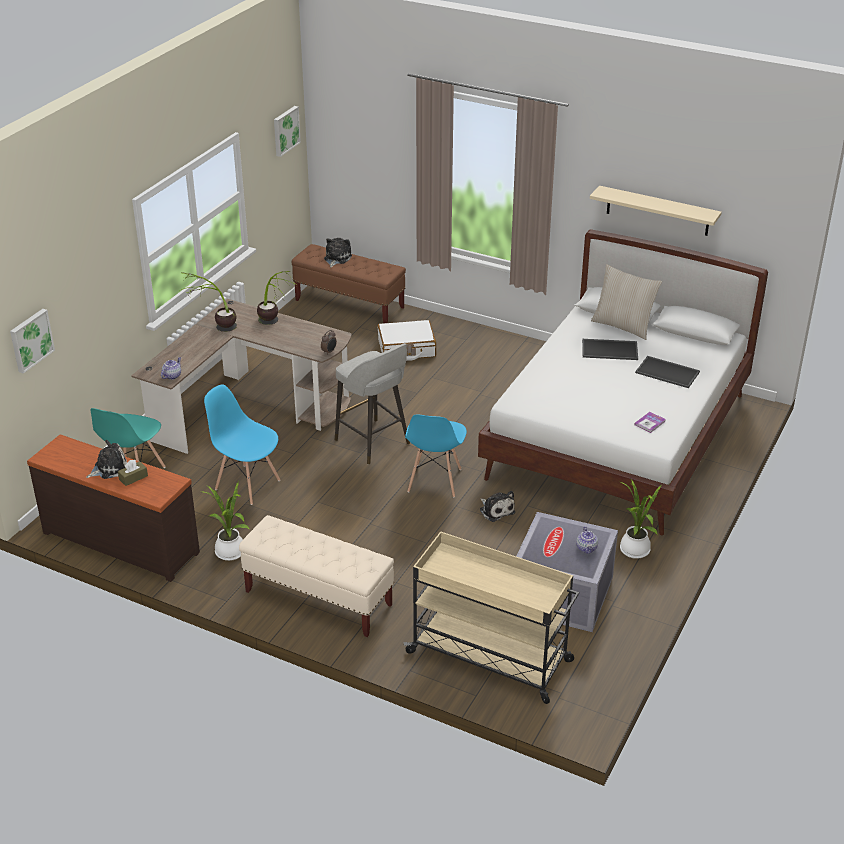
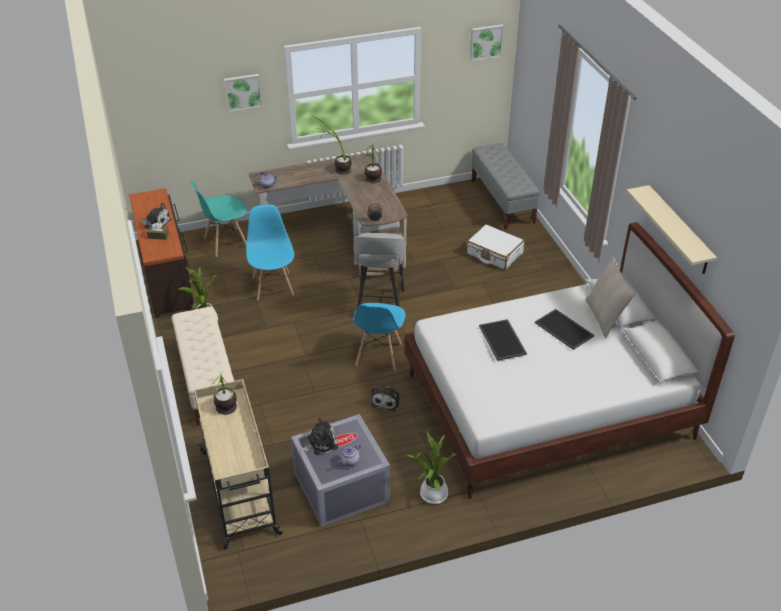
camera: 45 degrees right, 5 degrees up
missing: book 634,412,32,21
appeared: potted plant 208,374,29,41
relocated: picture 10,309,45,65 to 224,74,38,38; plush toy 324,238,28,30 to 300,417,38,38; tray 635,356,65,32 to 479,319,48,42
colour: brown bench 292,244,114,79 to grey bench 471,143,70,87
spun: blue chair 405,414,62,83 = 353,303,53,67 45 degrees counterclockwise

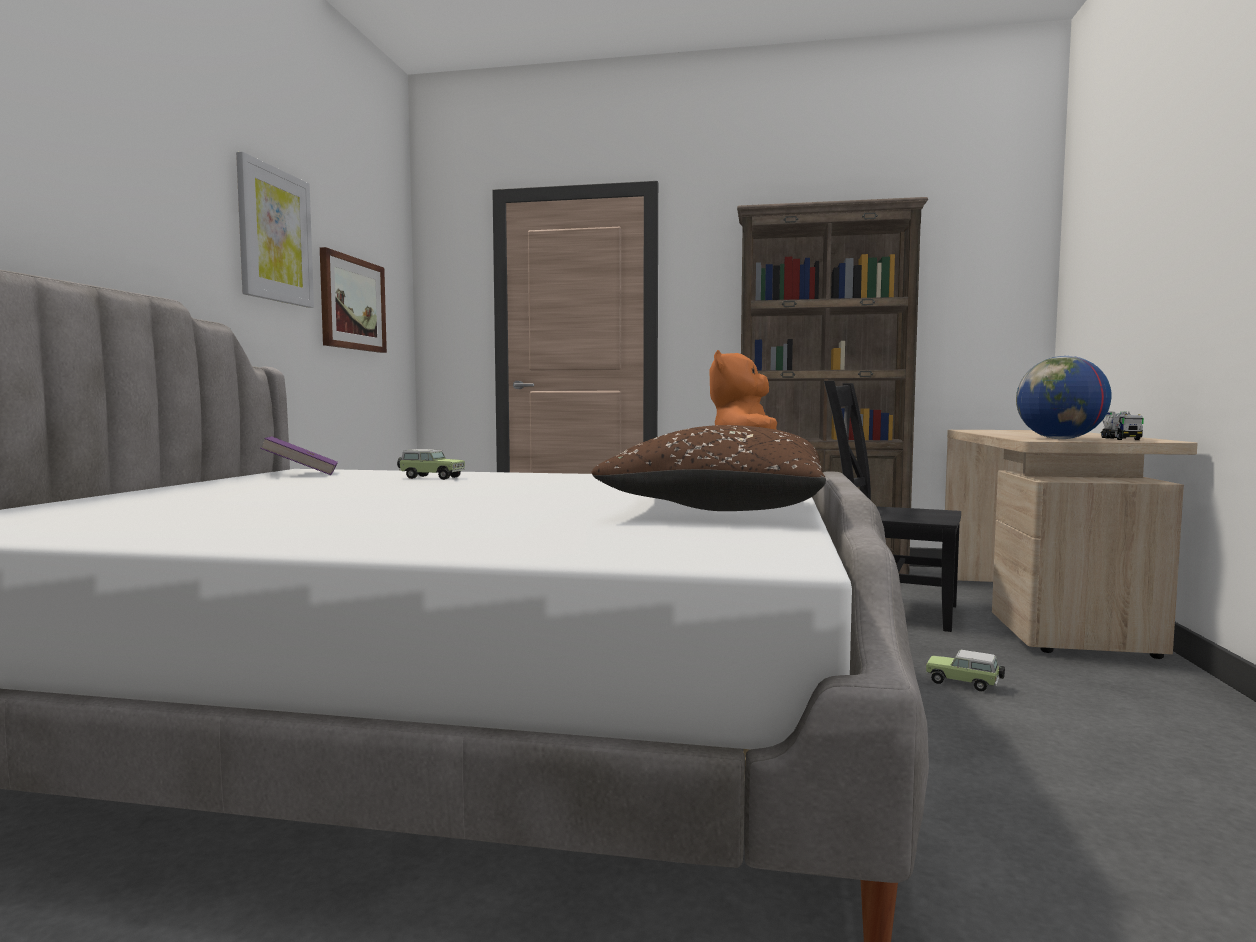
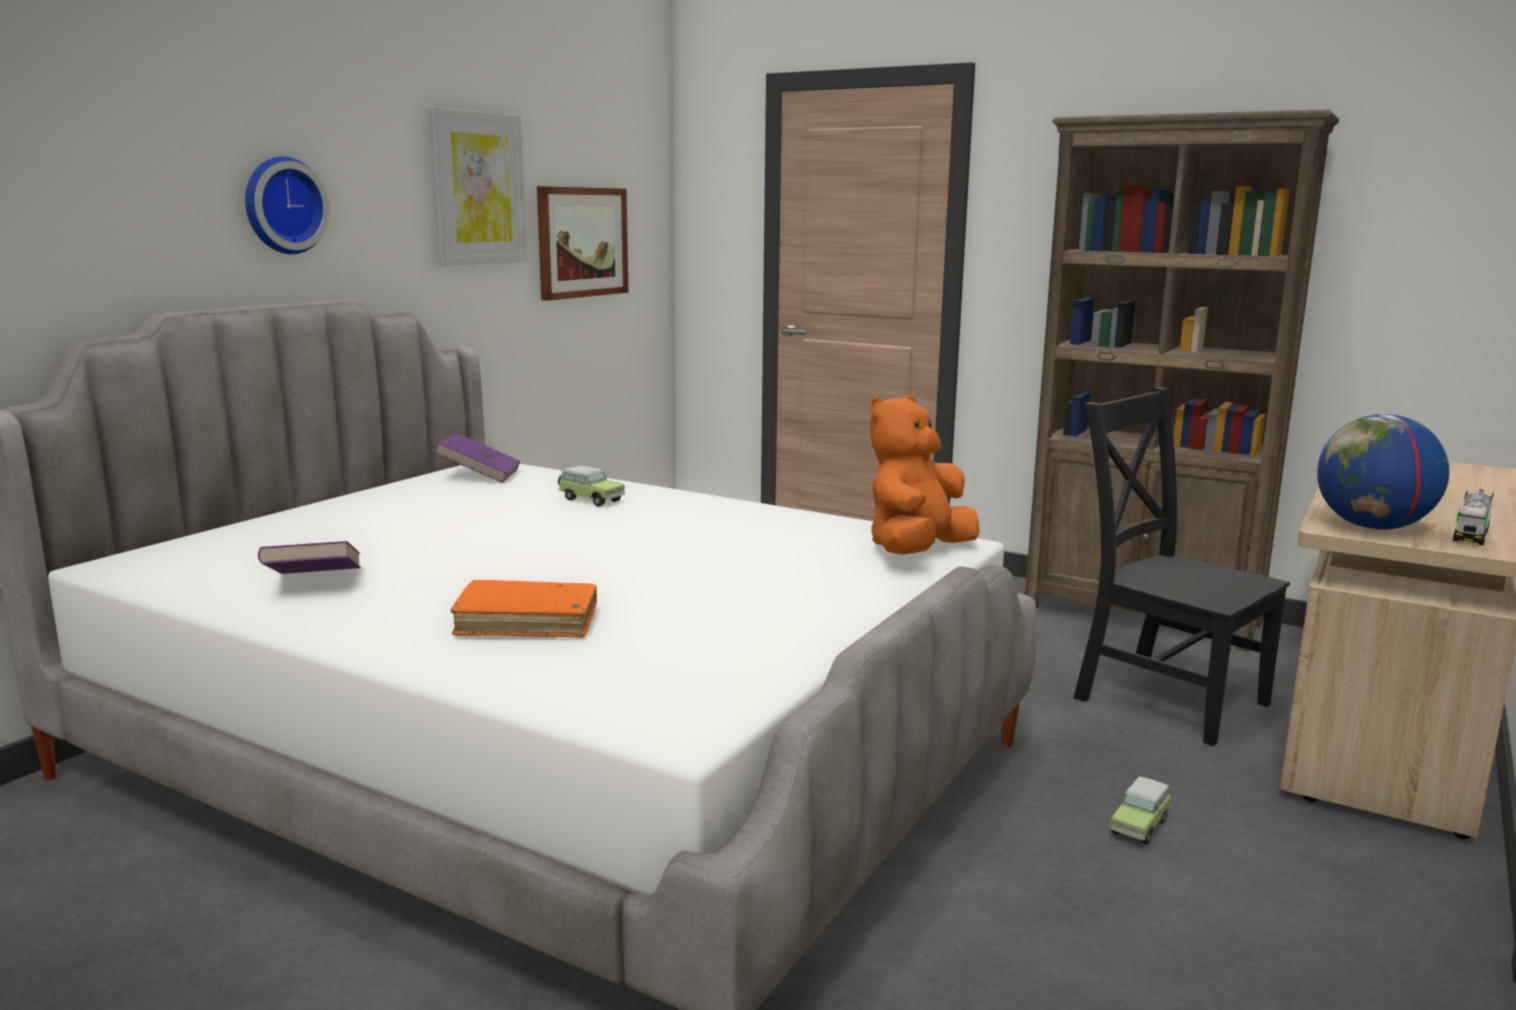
camera: 20 degrees right, 10 degrees up
missing: brown pillow 591,425,235,86
appeared: wall clock 245,156,85,98; purple book 258,541,103,33; orange book 451,580,146,58
spun: toy car 926,650,79,41 = 1110,776,61,69 105 degrees counterclockwise

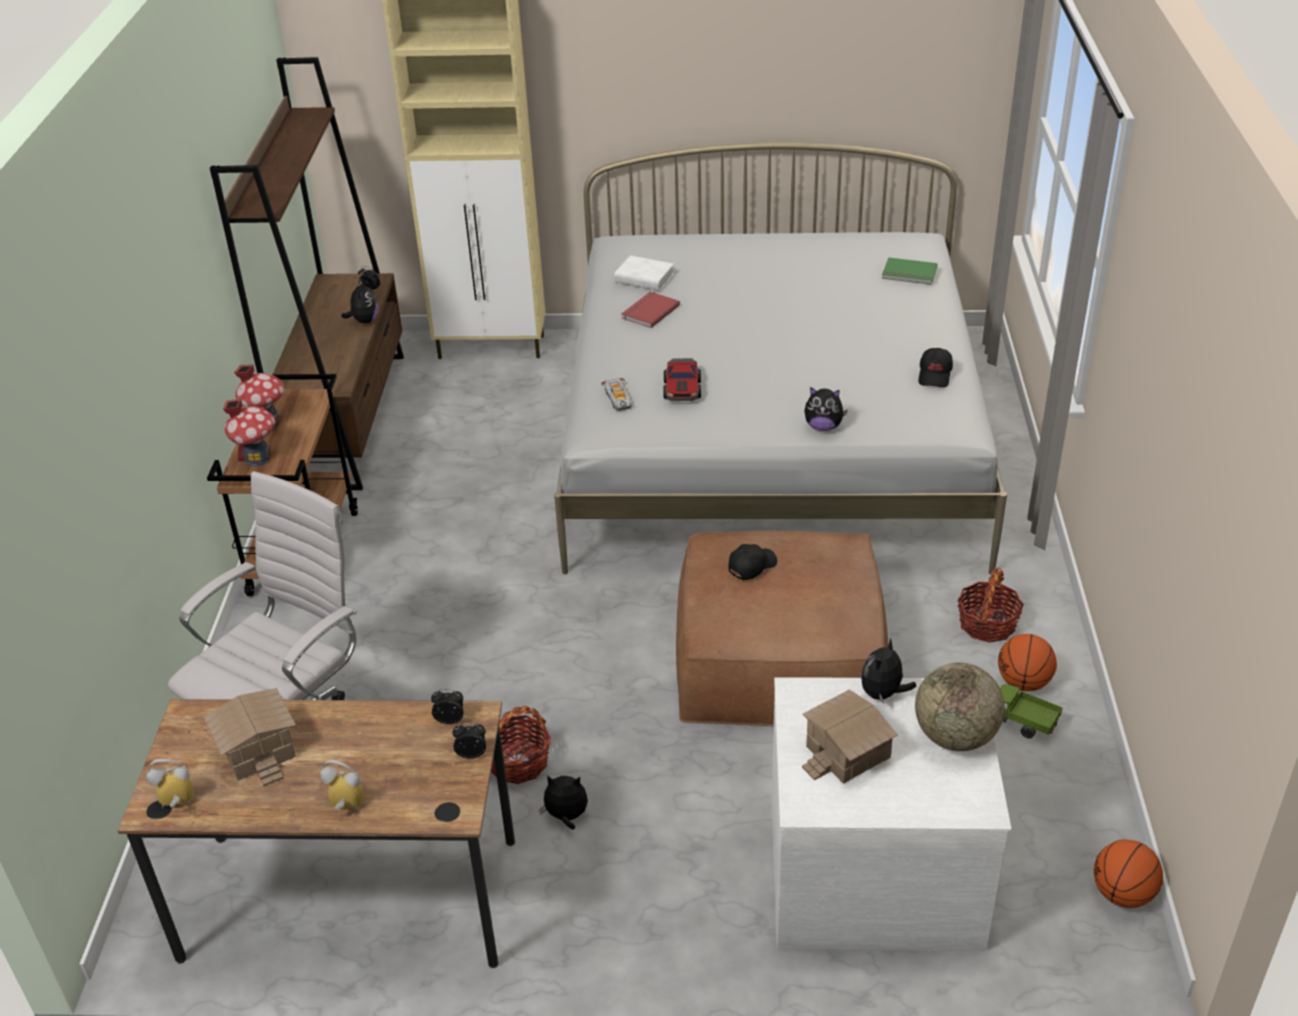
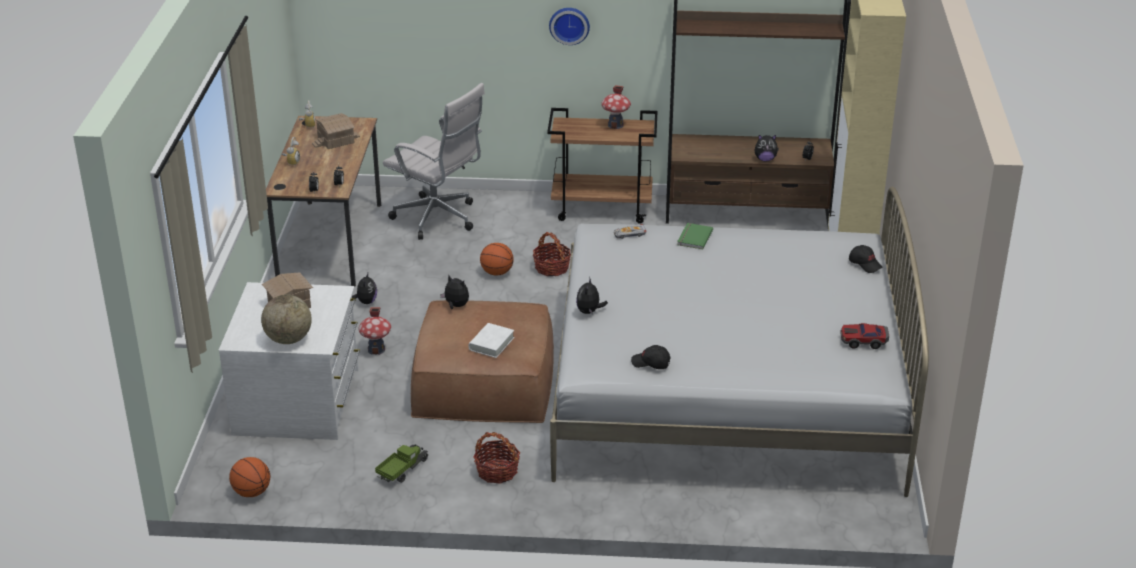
camera: 90 degrees right, 5 degrees down
missing: red book 621,292,59,36
appeared: wall clock 549,8,41,37
relocated: toy house 223,398,52,69 to 358,307,33,48; basket 491,706,60,78 to 533,232,38,44; white book 614,255,60,36 to 468,323,46,35; toy car 663,358,38,43 to 840,323,49,26; black cap 728,544,49,36 to 849,245,33,28; plush toy 861,638,55,66 to 440,276,29,33; green book 882,257,56,28 to 677,223,36,27; basketball 998,634,59,57 to 480,243,34,33

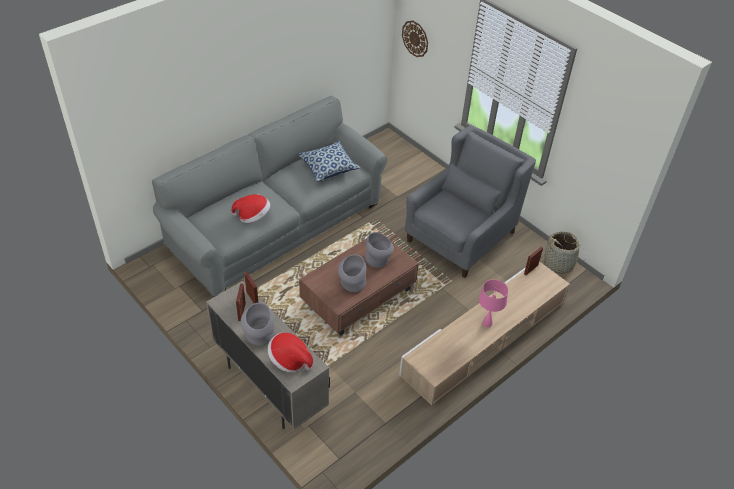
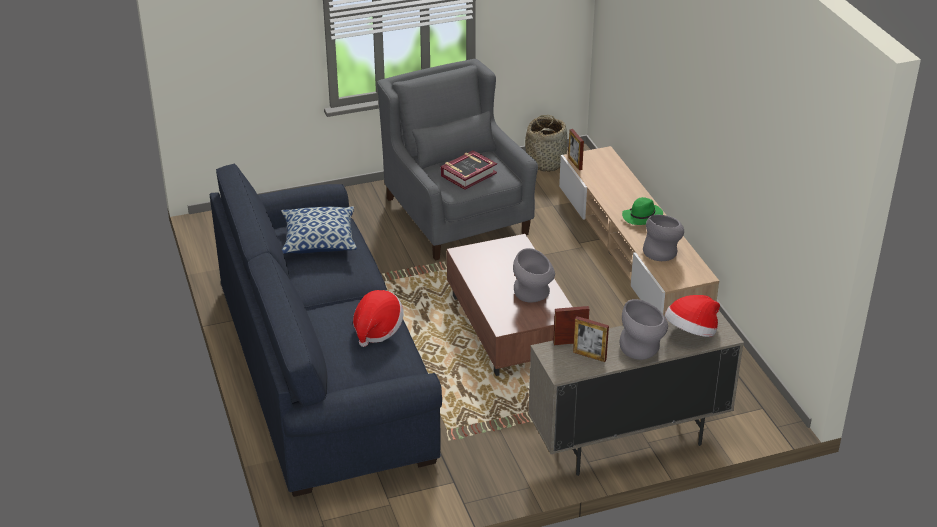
camera: 65 degrees left, 10 degrees down
missing: wall clock 402,21,26,36
appeared: book 441,150,56,40
relocated: grey vase 365,232,29,36 to 643,215,41,46
exchanged: pink table lamp 479,279,29,48 to green hat 622,197,41,28
colour: grey sofa 152,96,235,201 to blue sofa 210,163,232,334

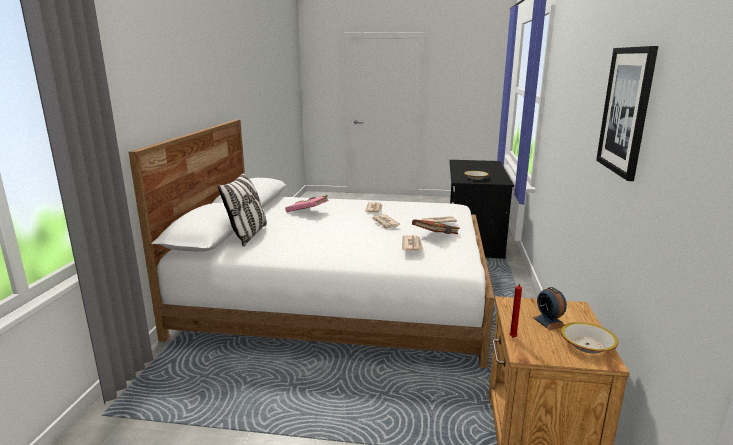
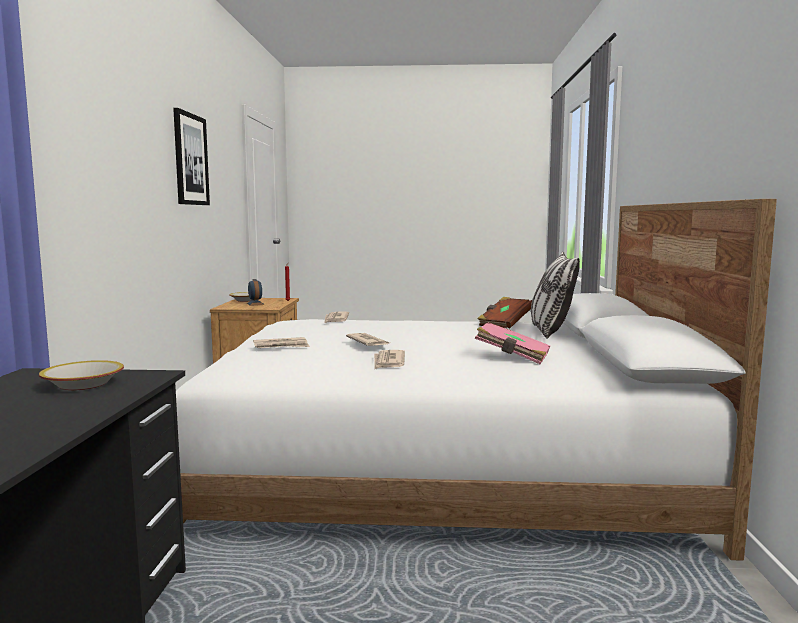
camera: 175 degrees right, 10 degrees down
relocated: brown book 412,219,48,15 to 477,297,55,31

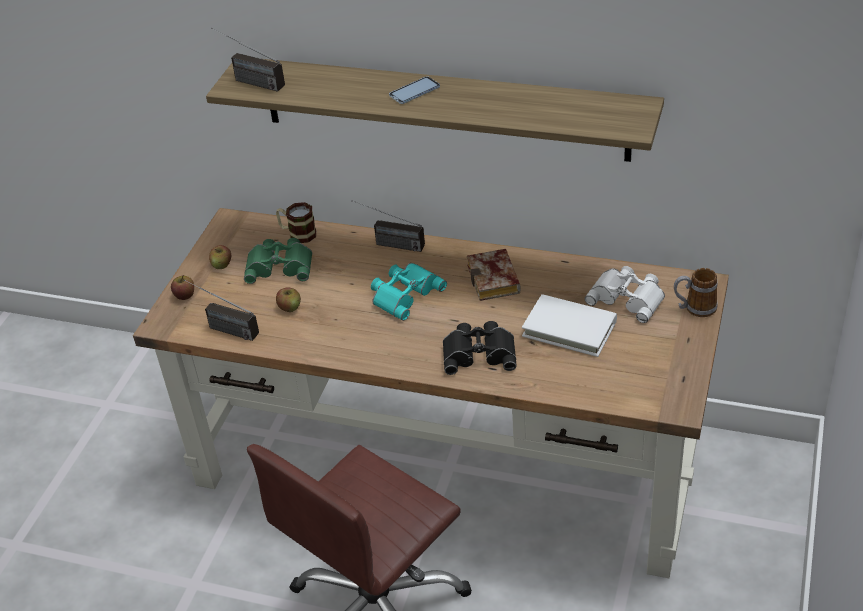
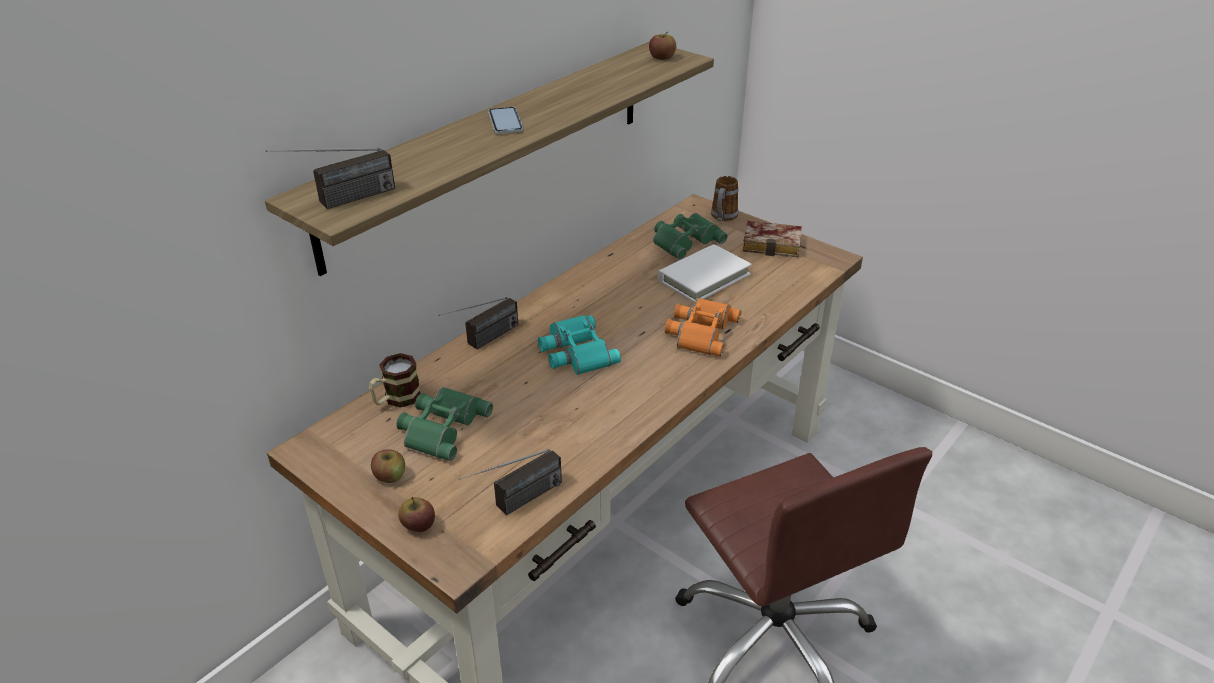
camera: 70 degrees left, 5 degrees down
relocated: apple 276,287,25,25 to 649,31,27,29; book 467,249,54,52 to 743,221,59,36
colour: black binoculars 443,321,74,54 to orange binoculars 665,298,76,59; white binoculars 585,266,80,57 to green binoculars 653,213,75,47

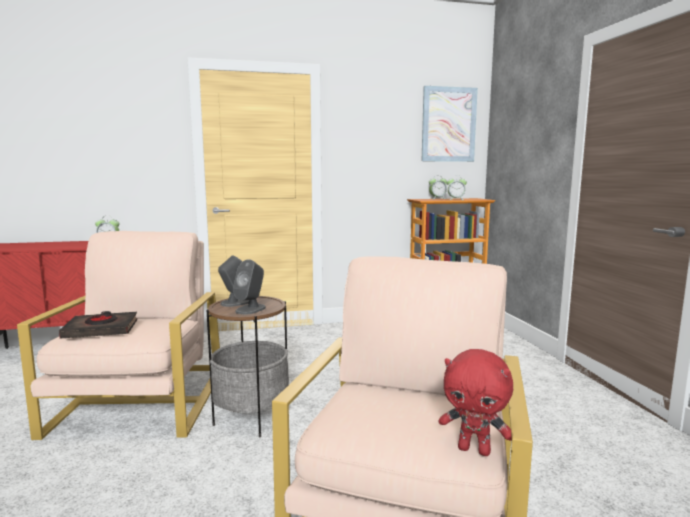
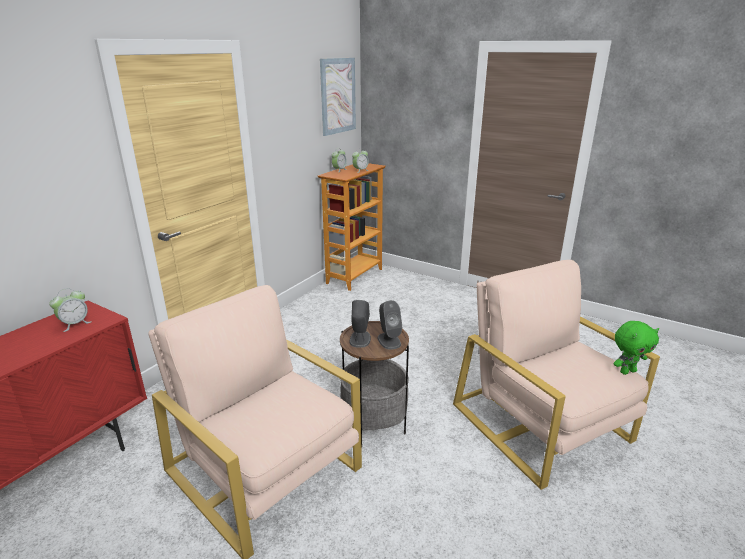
camera: 45 degrees left, 15 degrees up
missing: black book 59,311,78,28
colour: red plush toy 439,349,74,107 to green plush toy 613,321,46,54

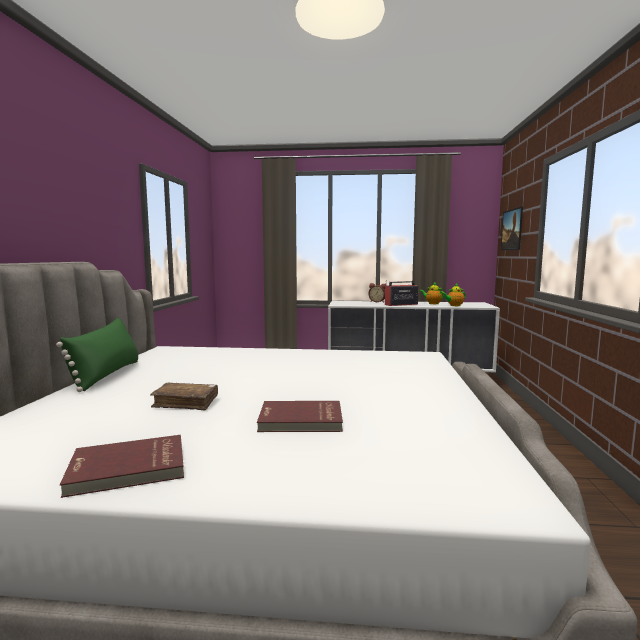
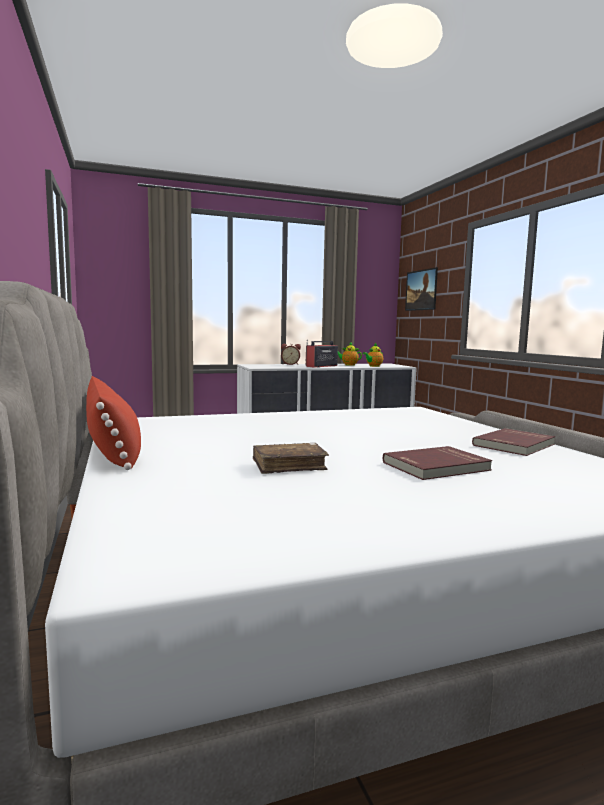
camera: 25 degrees left, 0 degrees up
relocated: red book 60,435,124,63 to 472,428,83,28
colour: green pillow 56,317,82,75 to red pillow 86,376,55,94

